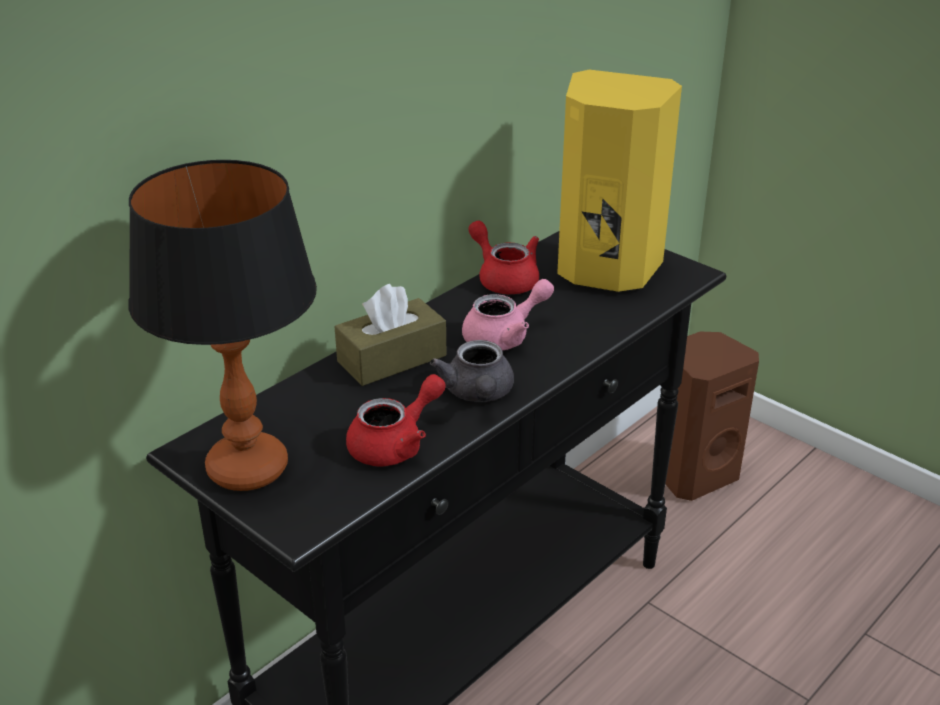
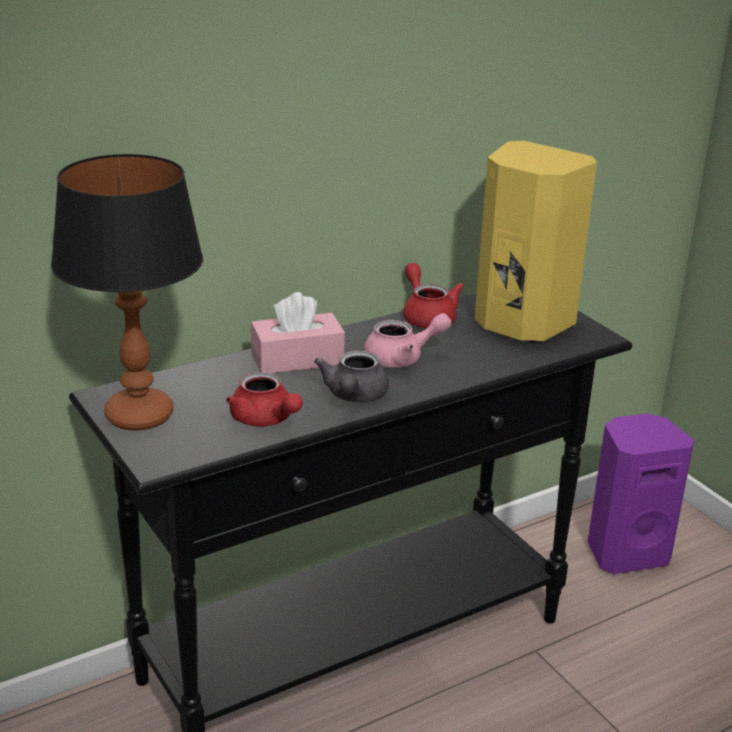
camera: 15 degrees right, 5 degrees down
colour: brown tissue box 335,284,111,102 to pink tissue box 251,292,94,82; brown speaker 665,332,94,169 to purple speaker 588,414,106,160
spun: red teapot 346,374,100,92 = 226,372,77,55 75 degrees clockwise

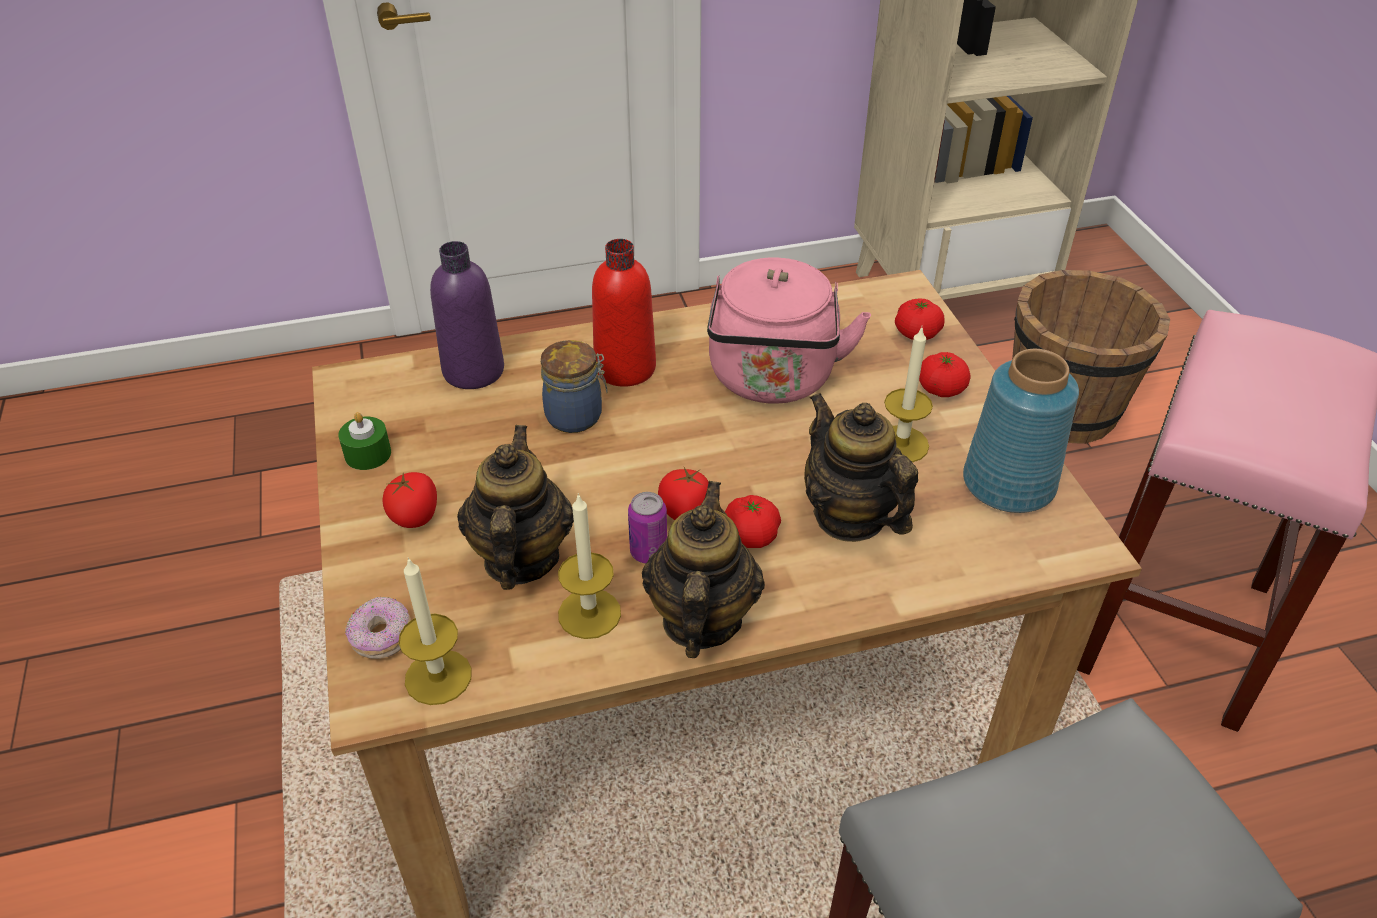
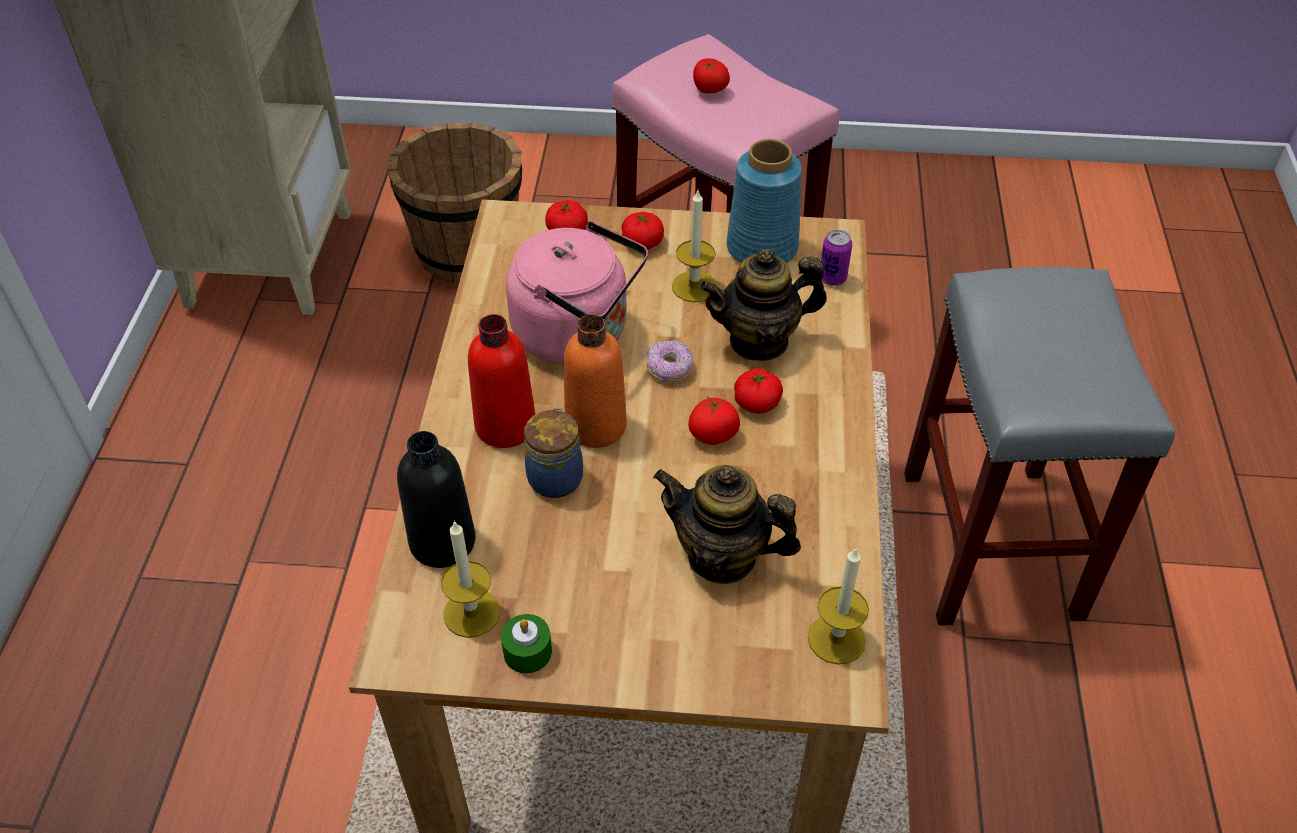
camera: 70 degrees left, 5 degrees up
missing: teapot 642,481,123,177
appeared: orange bottle 564,314,63,134
relocated: donut 345,597,66,62 to 646,340,48,43; tomato 383,472,54,56 to 693,58,37,35; candle 558,493,63,146 to 441,520,59,118; can 628,492,39,72 to 821,230,31,56
colour: purple bottle 430,241,74,148 to black bottle 397,431,79,137

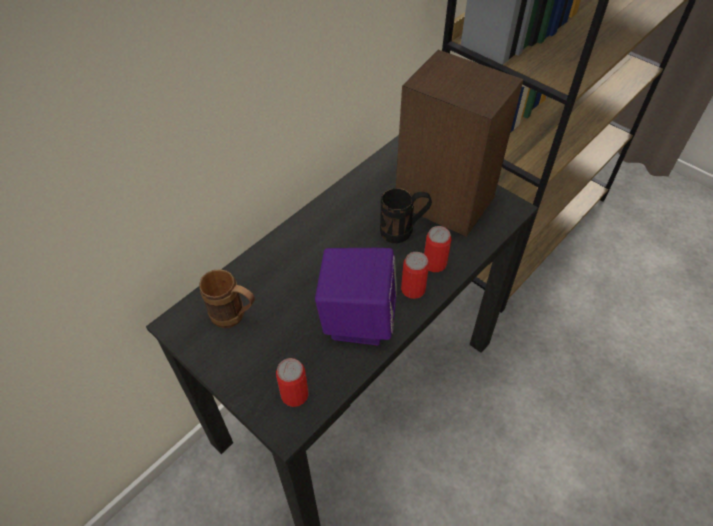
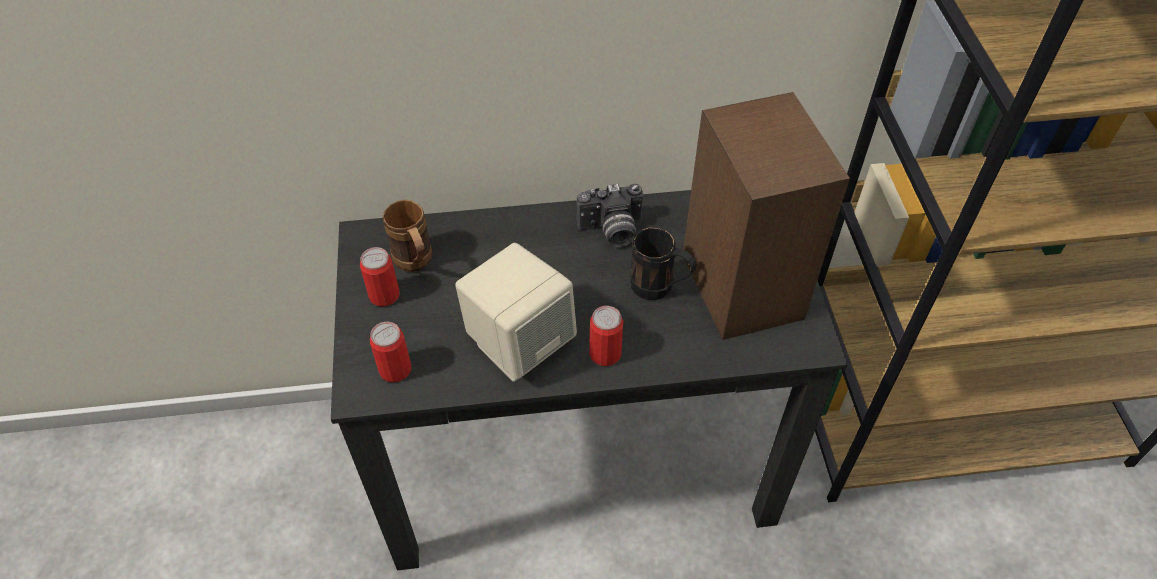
camera: 40 degrees right, 0 degrees up
appeared: photo camera 576,184,67,63
relocated: can 424,226,27,46 to 360,247,40,60
colour: purple speaker 315,248,82,97 to beige speaker 455,243,122,139

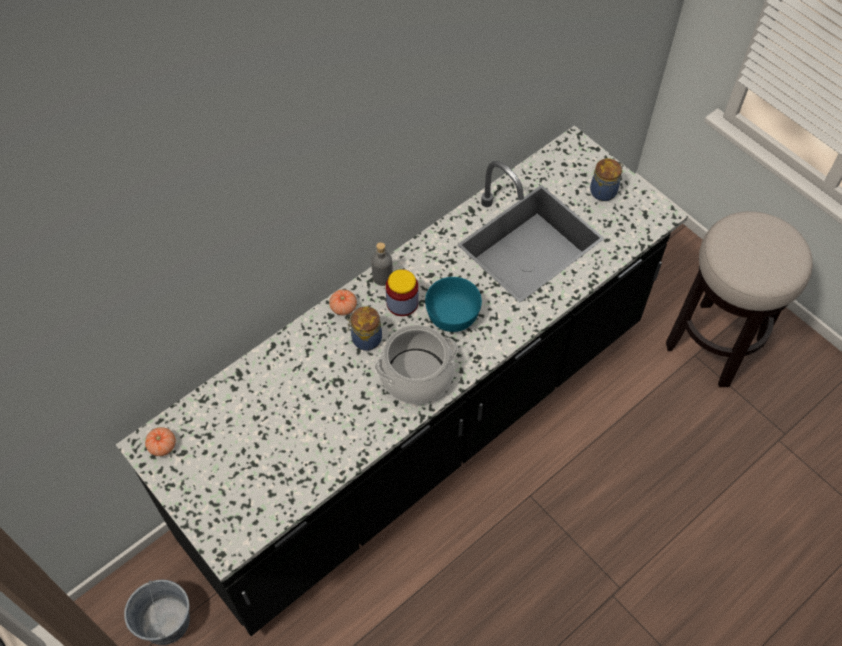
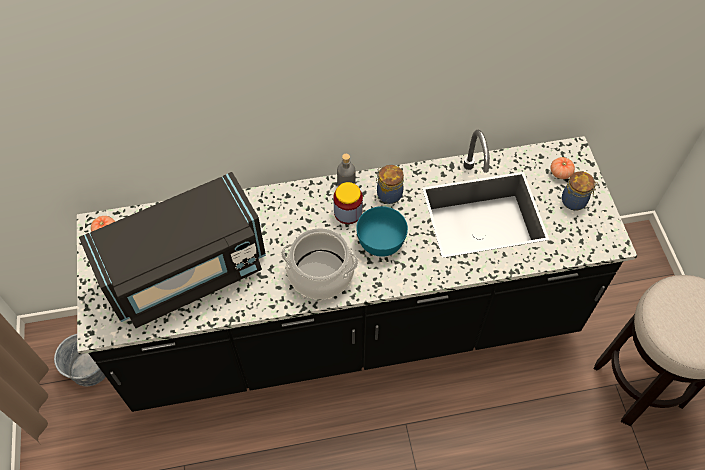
camera: 30 degrees right, 0 degrees up
appeared: black microwave 79,172,187,156
relocated: tomato 329,290,28,25 to 551,157,24,22; jar 347,307,35,44 to 376,165,28,39

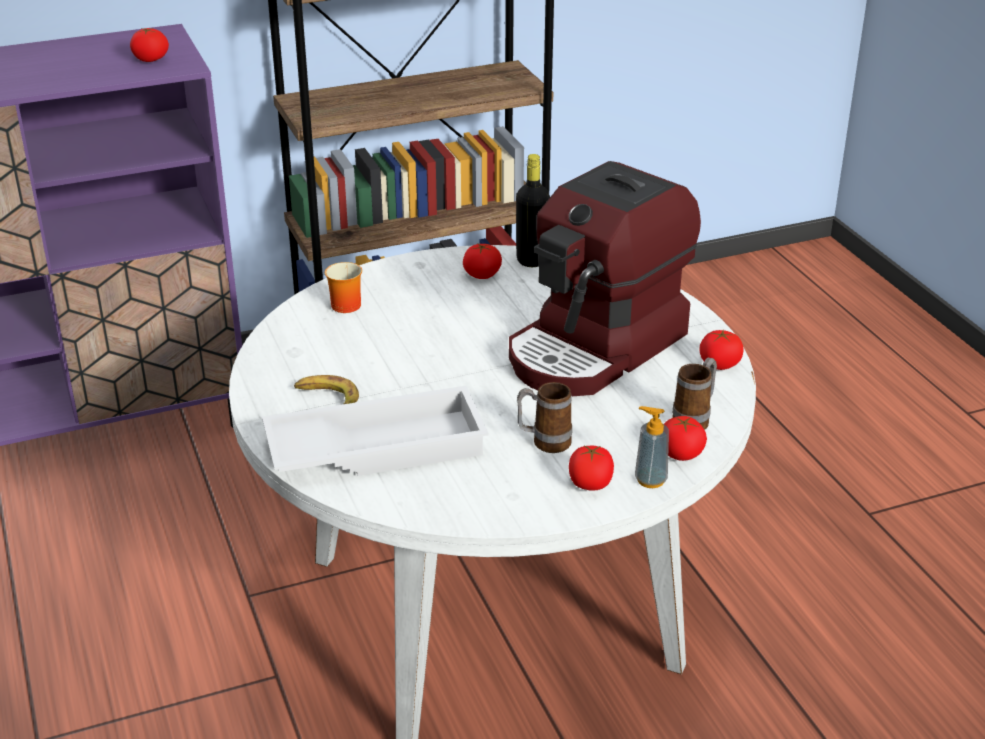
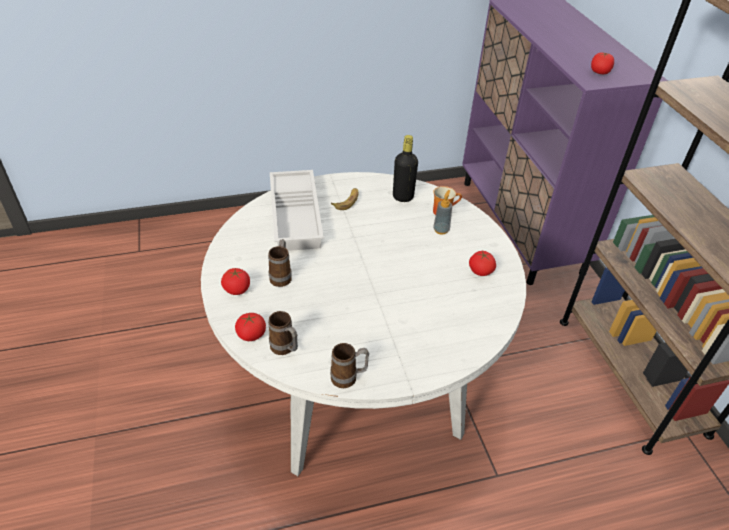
camera: 95 degrees right, 10 degrees up
missing: coffee machine 509,161,192,235
relocated: black bottle 516,154,34,113 to 393,135,25,67; soap dispenser 635,406,34,82 to 433,190,19,45
exchanged: tomato 700,330,44,40 to mug 330,343,39,45

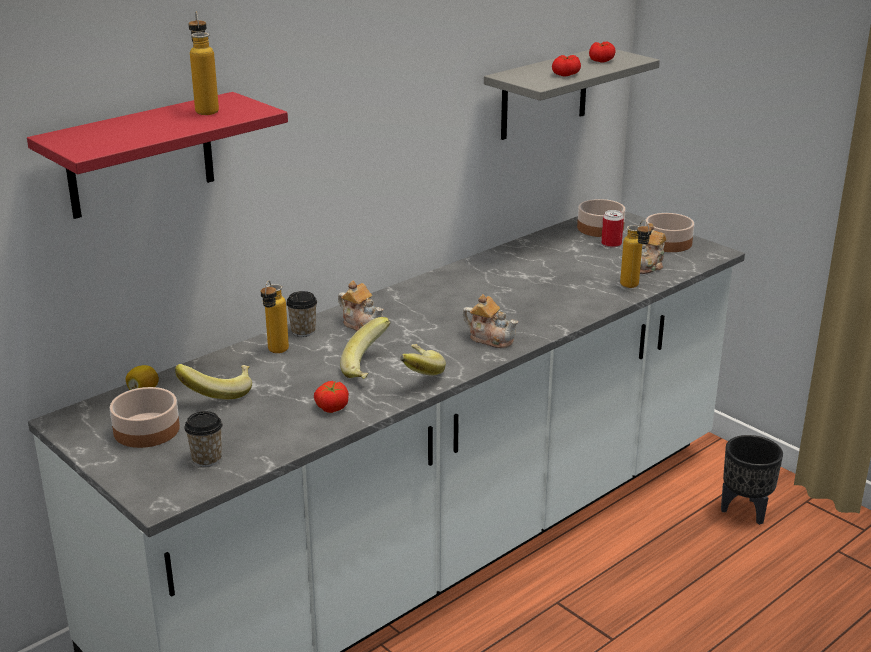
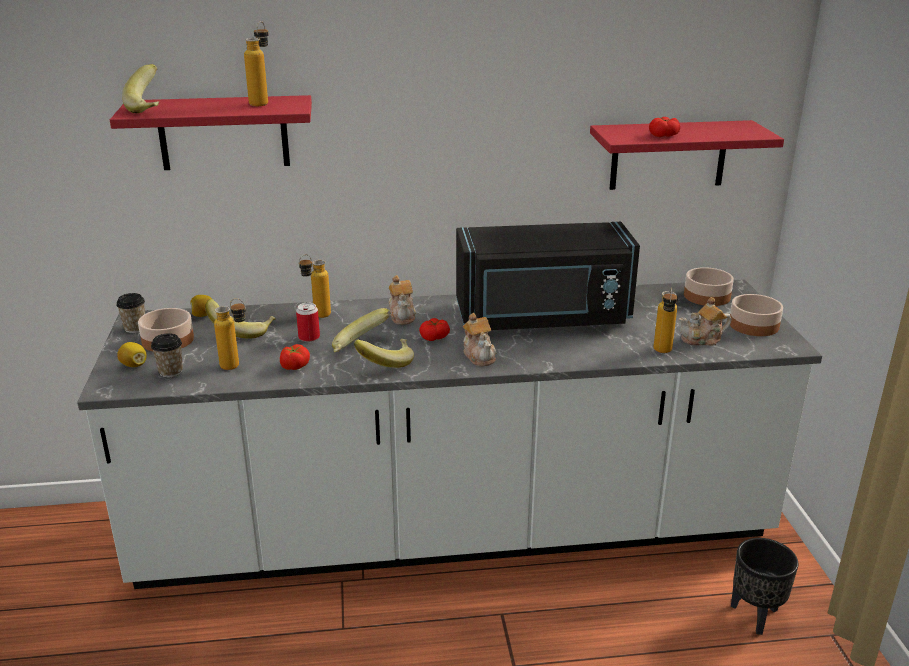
camera: 35 degrees right, 0 degrees up
appeared: lemon 117,342,30,25; banana 122,64,37,49; bottle 214,298,32,72; black microwave 456,222,184,108
relocated: cup 286,291,31,46 to 116,293,29,40; tomato 589,42,27,20 to 419,318,31,23; can 601,210,23,38 to 296,303,24,39
colour: grey shelf 484,49,176,91 to red shelf 590,120,194,70

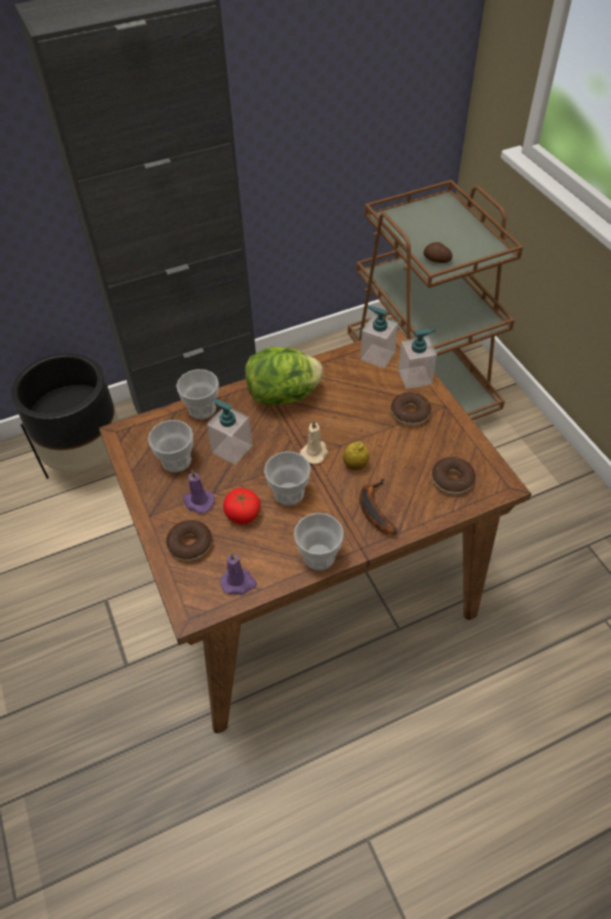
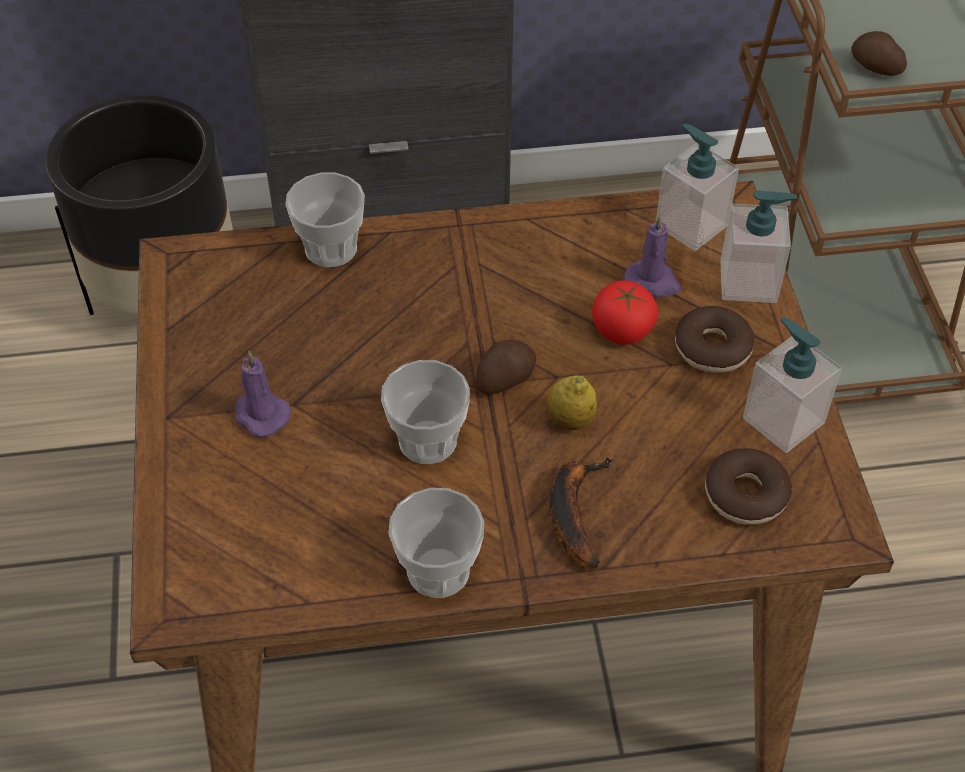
camera: 15 degrees right, 0 degrees up
missing: cup 148,420,45,52; donut 166,520,46,41; lettuce 245,347,78,58
relocated: soap dispenser 207,398,45,67 to 743,317,99,136; purple candle 221,552,36,43 to 624,214,57,84; tomato 223,488,38,36 to 592,280,67,64
exchanged: beige candle 300,420,28,44 to potato 476,339,61,55

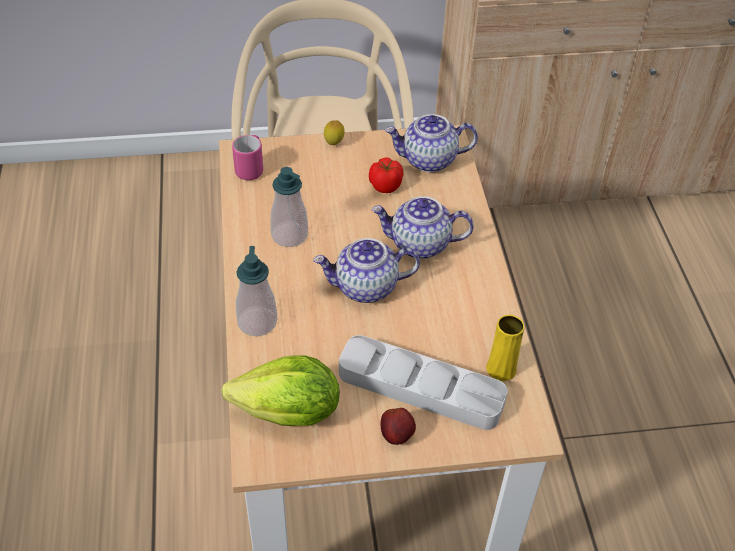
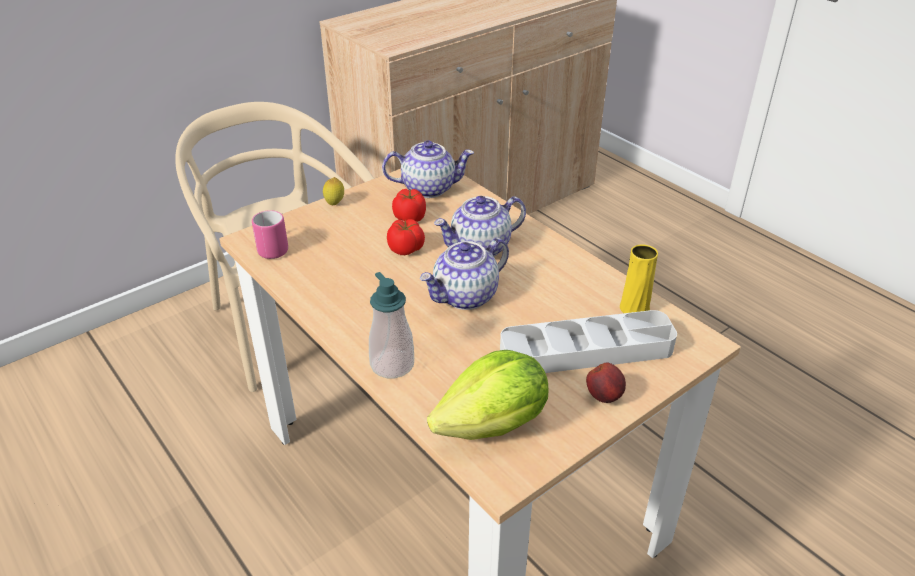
camera: 30 degrees left, 10 degrees down
missing: soap dispenser 270,167,38,80
appeared: tomato 387,219,38,36
spun: teapot 385,114,93,58 = 382,140,92,58 150 degrees counterclockwise

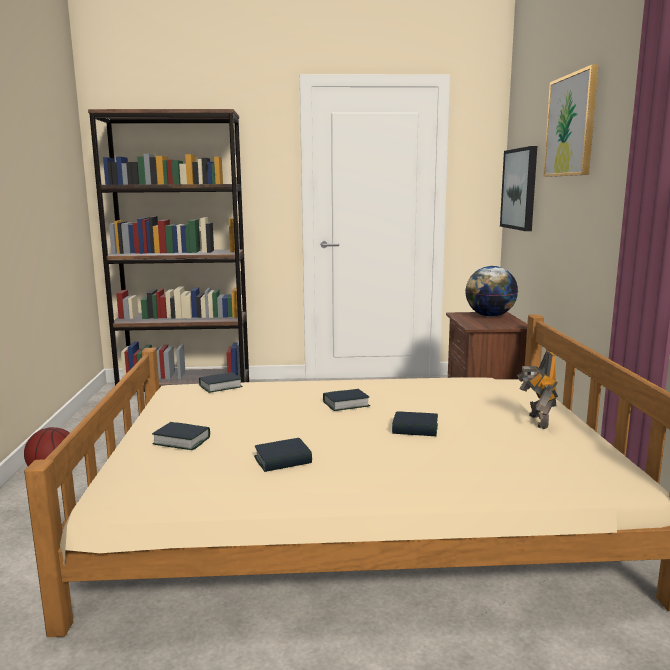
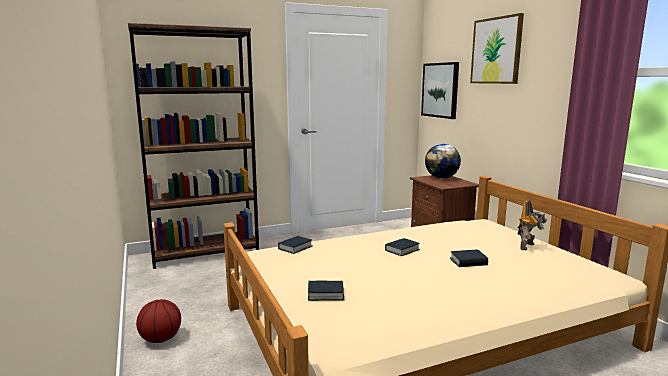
camera: 20 degrees left, 0 degrees up
missing: book 254,438,58,34
spun: toy robot 517,351,41,78 = 518,201,29,50 120 degrees counterclockwise

